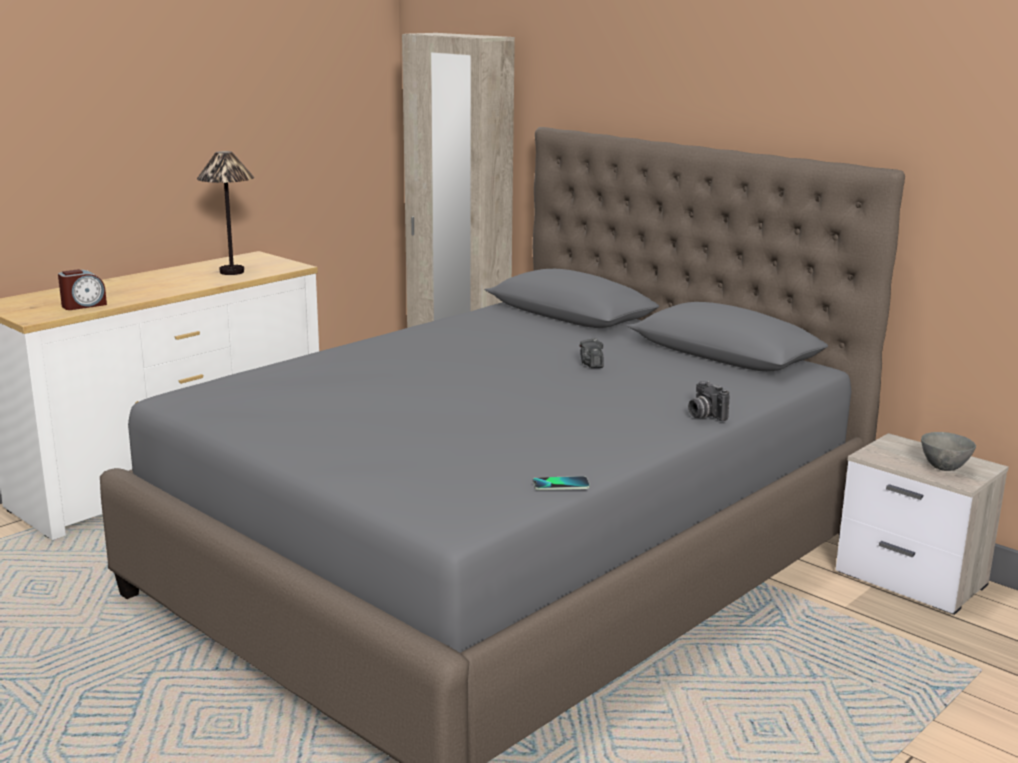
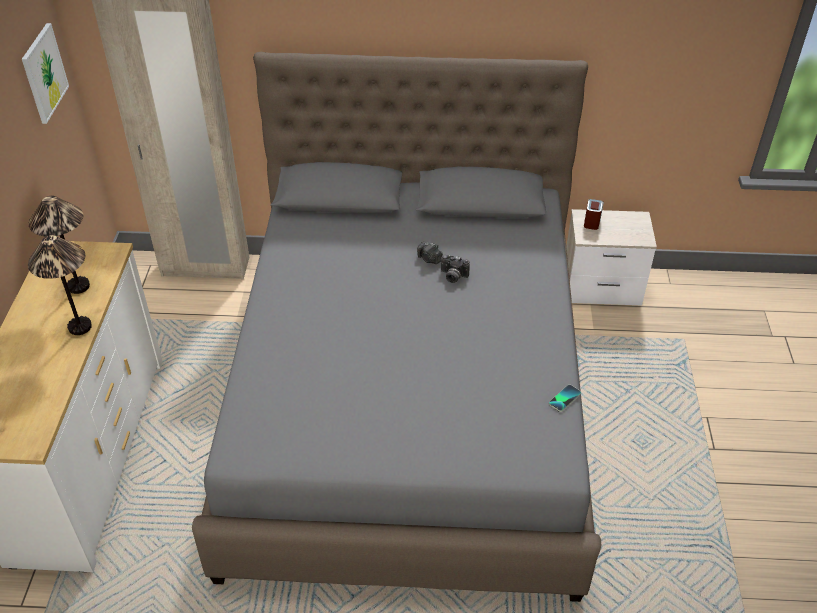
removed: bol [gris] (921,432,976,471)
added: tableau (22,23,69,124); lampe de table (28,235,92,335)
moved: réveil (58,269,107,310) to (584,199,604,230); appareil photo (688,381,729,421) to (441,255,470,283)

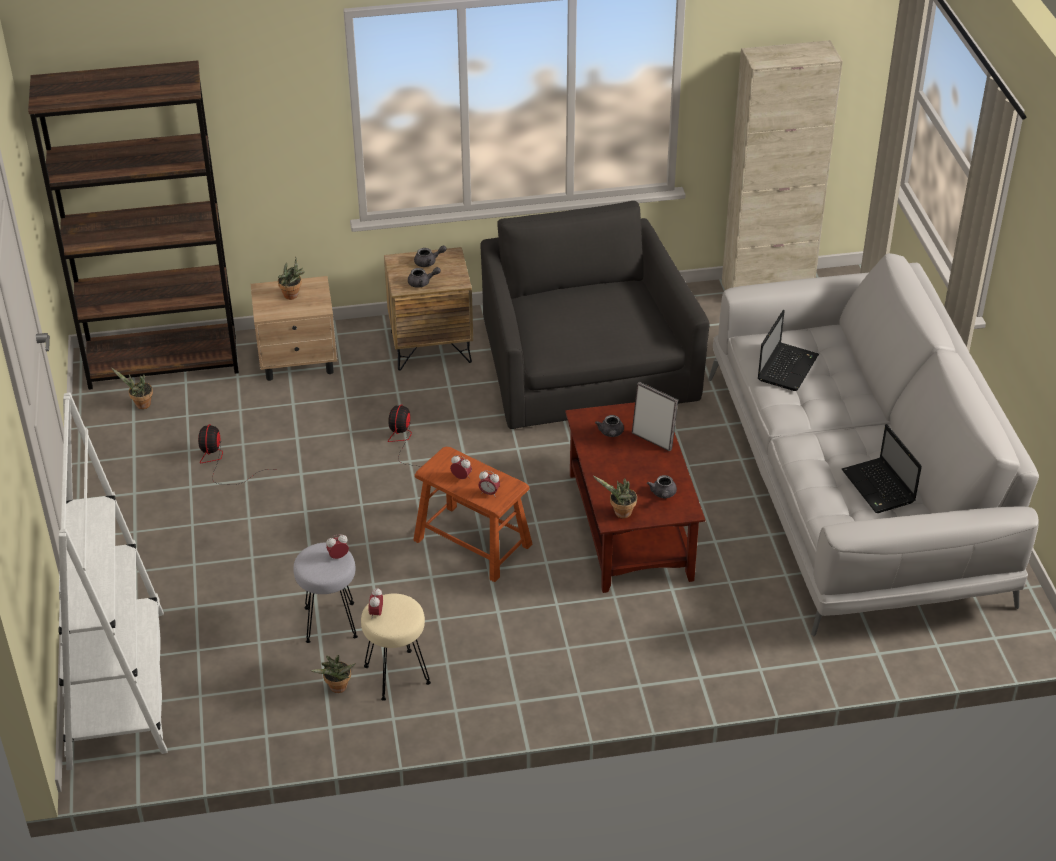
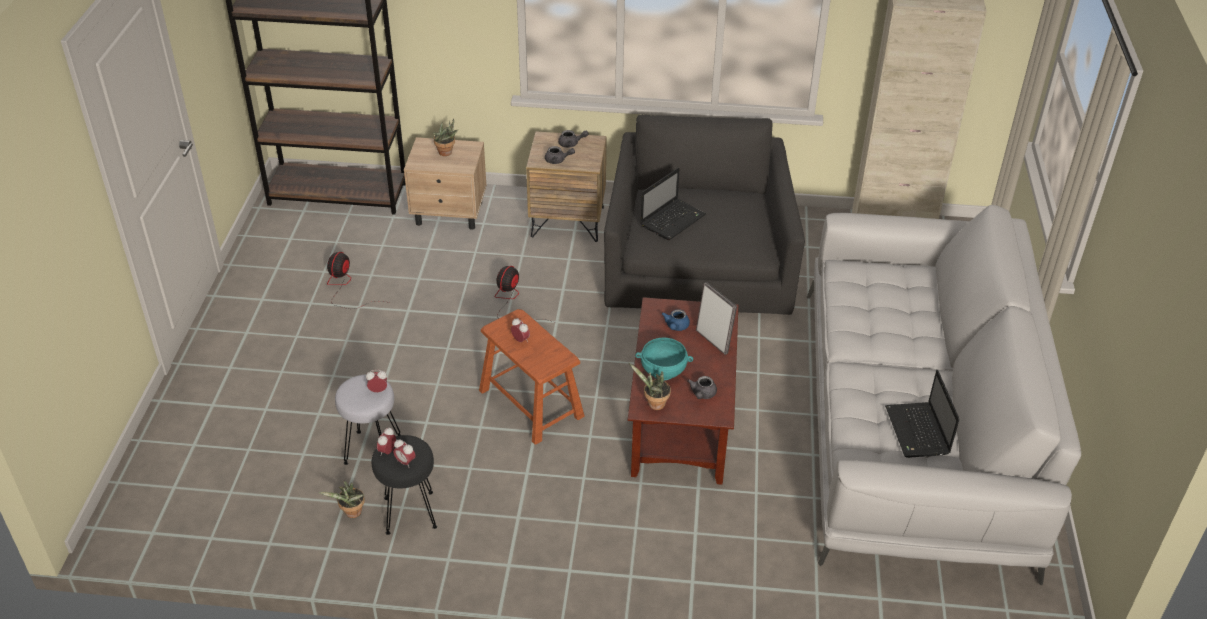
removed: plante en pot (111,368,153,409); bibliothèque [blanc] (59,392,168,770)
added: bol [turquoise] (635,338,693,380)
moved: ordinateur portable (758,309,819,391) to (640,168,706,240); réveil (479,470,500,497) to (393,439,415,468)
recoloured: théière [gris] (595,415,624,437) to théière [bleu] (662,309,690,331); tabouret [beige] (361,594,431,701) to tabouret [noir] (372,435,437,535)

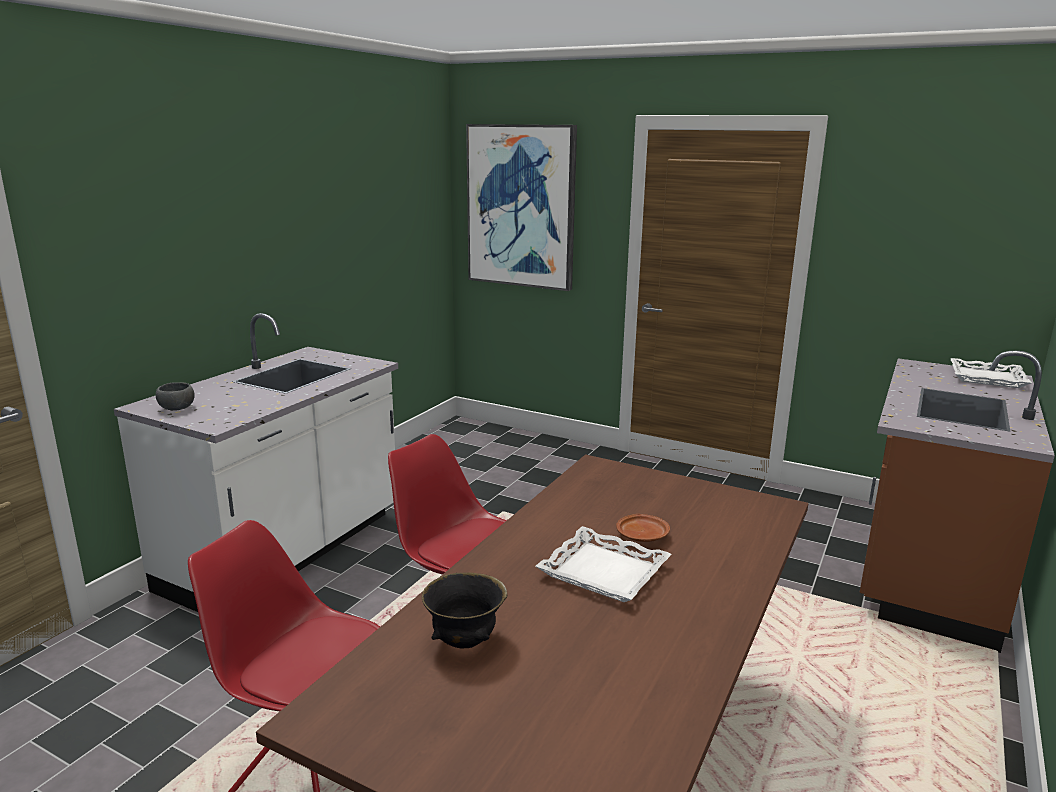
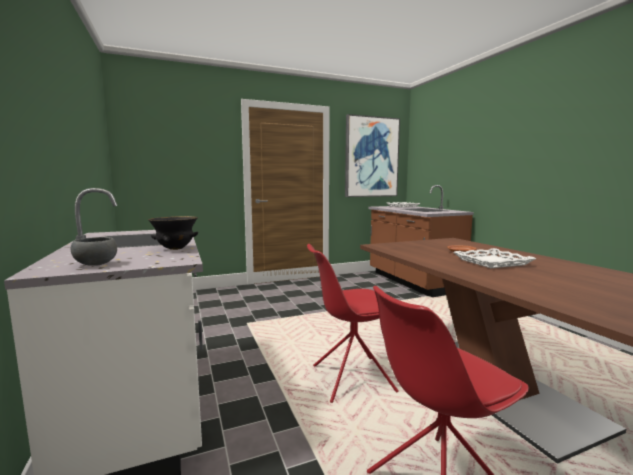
moved: tableau (466,124,577,291) to (345,114,400,197); bol [noir] (422,573,508,648) to (148,216,198,250)

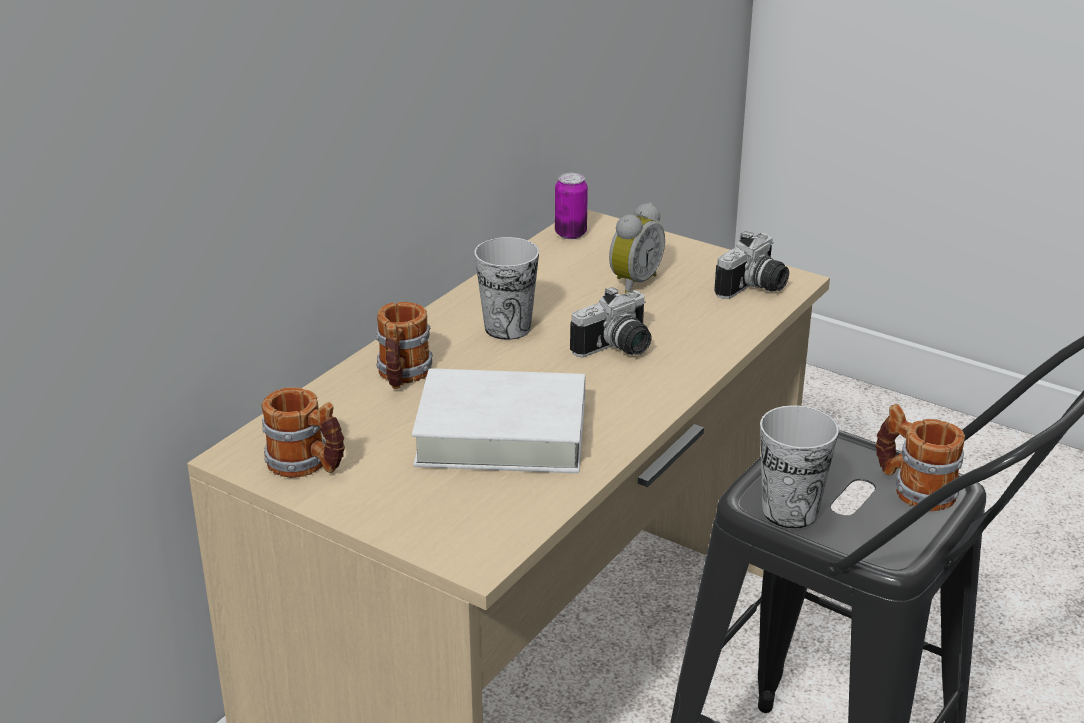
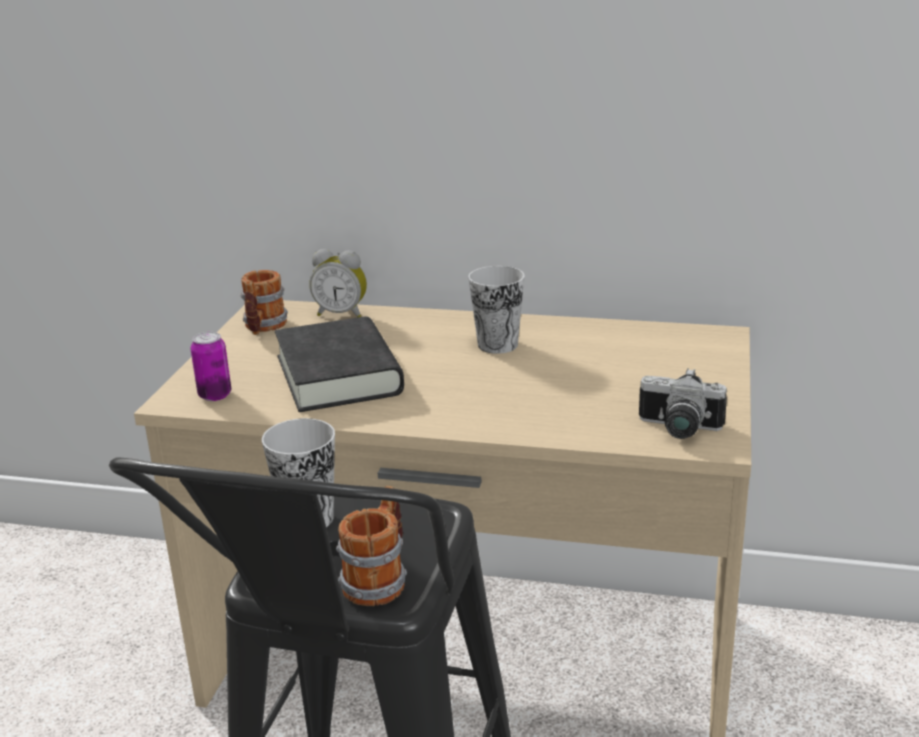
removed: appareil photo (570,287,651,357); mug (376,302,433,389)
moved: boîte métallique (555,173,588,239) to (190,332,231,401); réveil (609,203,665,293) to (309,249,367,318)
recoloured: livre [blanc] (412,368,585,473) to livre [noir] (275,317,404,412)

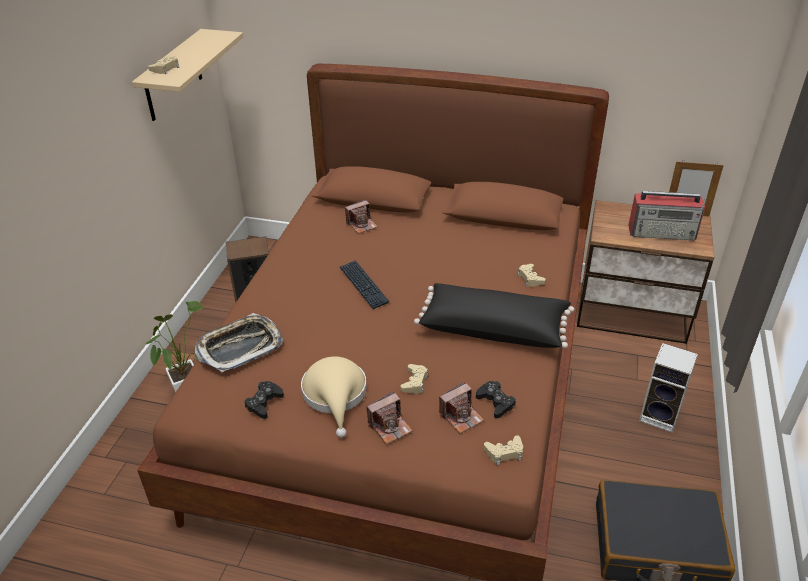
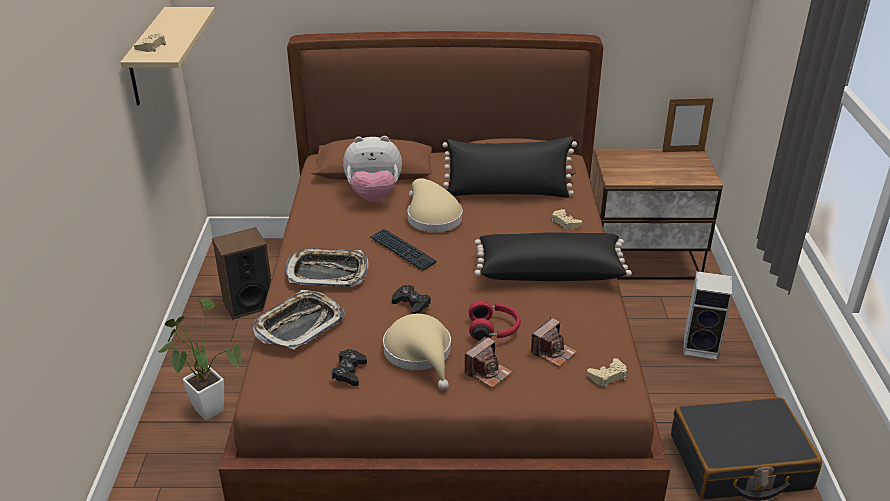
removed: radio (629,191,705,240)
added: coussin [noir] (442,137,577,198); chapeau [beige] (407,178,463,232); plateau (285,248,369,287)
moved: manette [noir] (476,381,516,418) to (392,285,431,314)
replaced: appareil photo (345,200,378,234) to peluche (343,136,402,202); manette [beige] (401,364,428,394) to casque audio [rouge] (468,301,521,341)

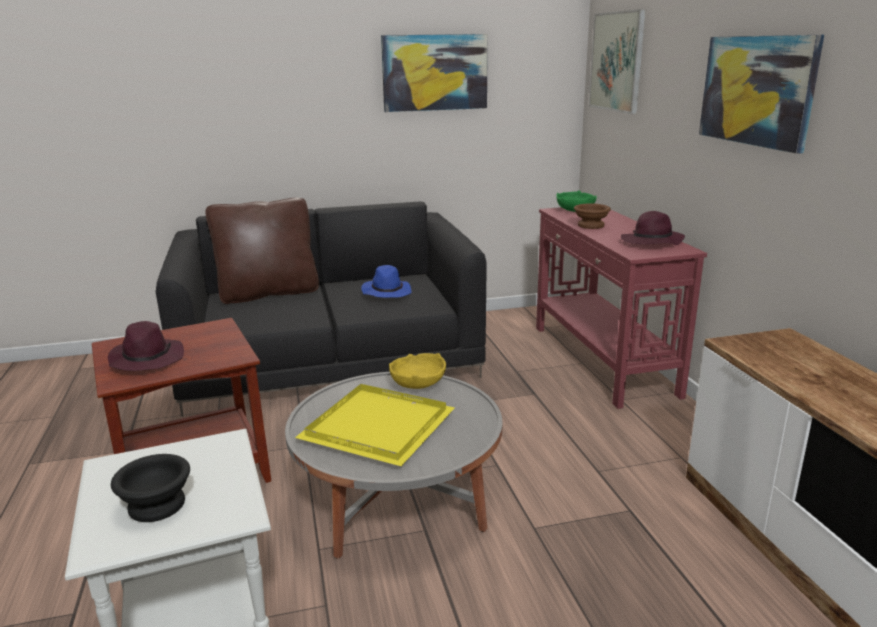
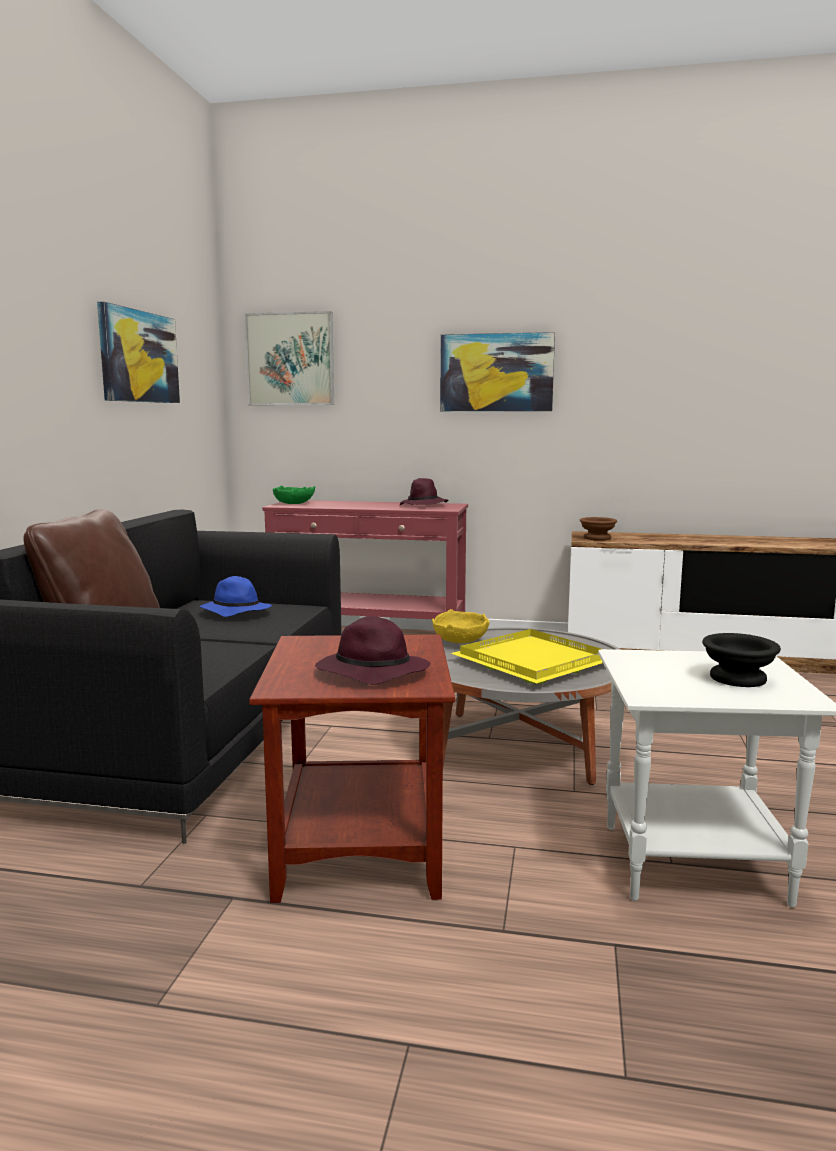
moved: bol [marron] (574,203,611,229) to (580,517,617,540)

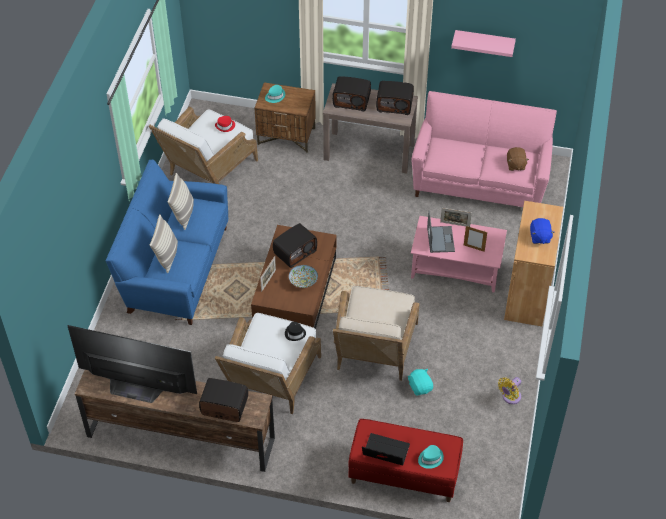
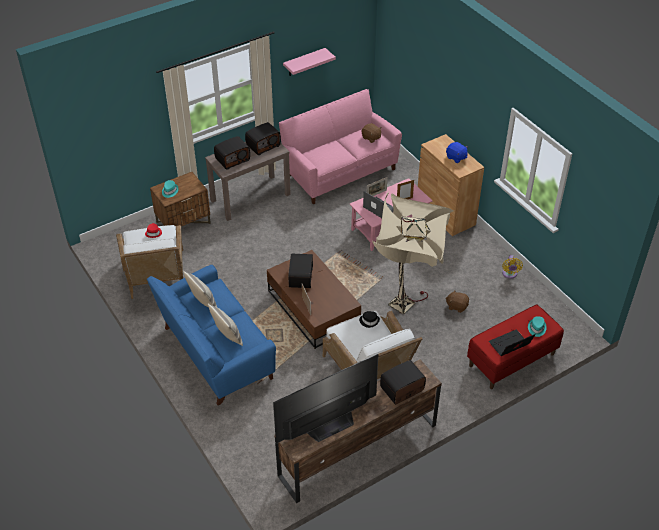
removed: bol (289,265,318,288)
replaced: fauteuil [beige] (333,286,420,381) to lampadaire [beige] (372,190,454,314)
recoloured: peluche [turquoise] (407,369,433,396) to peluche [marron] (445,291,469,313)

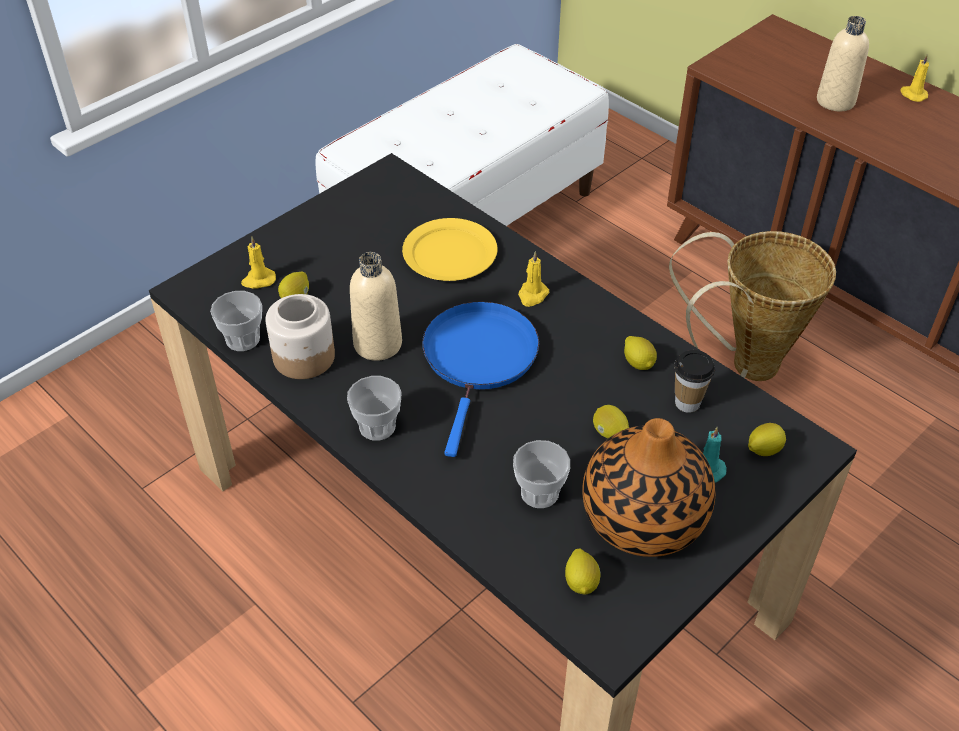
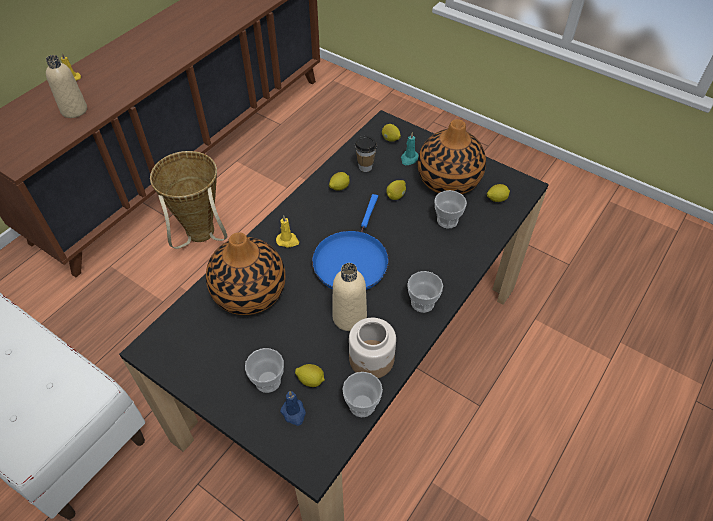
added: tasse (245,348,284,393)
replaced: assiette [jaune] (402,218,497,281) to vase (206,233,286,315)
recoloured: bougie [jaune] (241,237,276,289) to bougie [bleu] (280,391,306,426)
turned: poêle [bleu] (422,301,539,457) = (312,194,389,290) 75 degrees counterclockwise

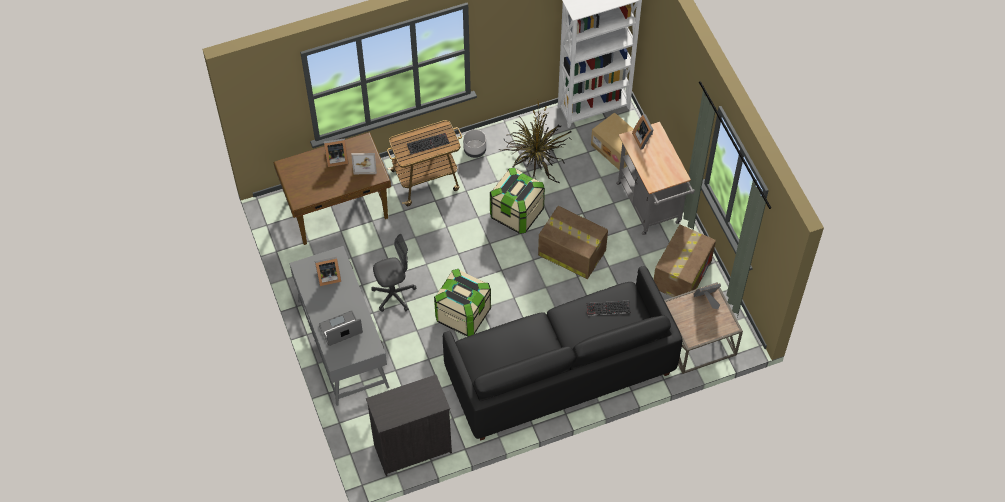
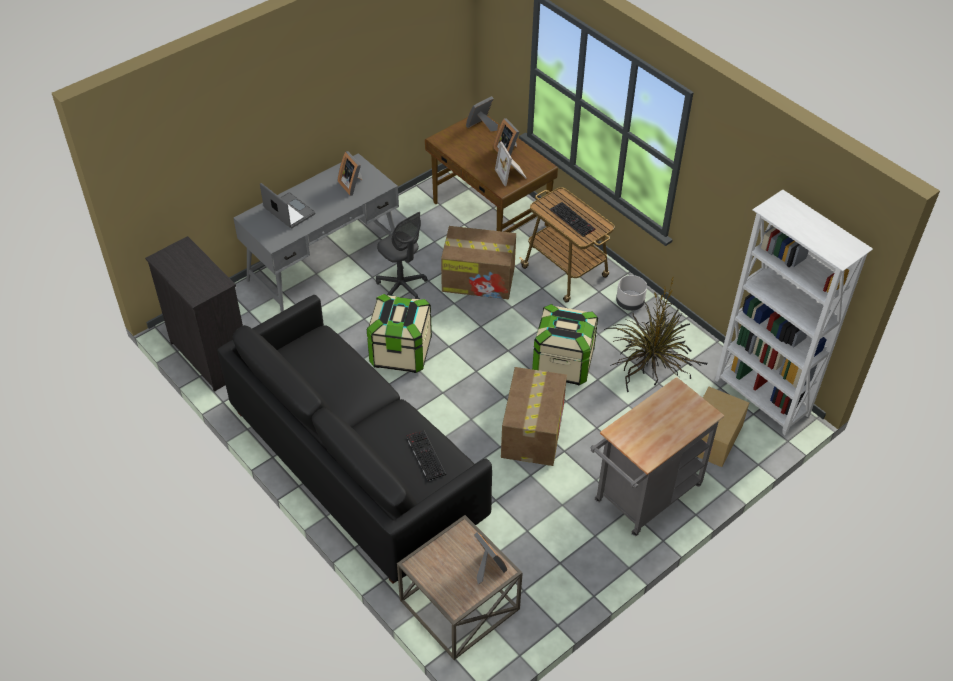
moved: cadre photo (632,114,654,150) to (466,96,498,131); carton (653,225,716,297) to (441,226,516,299)

